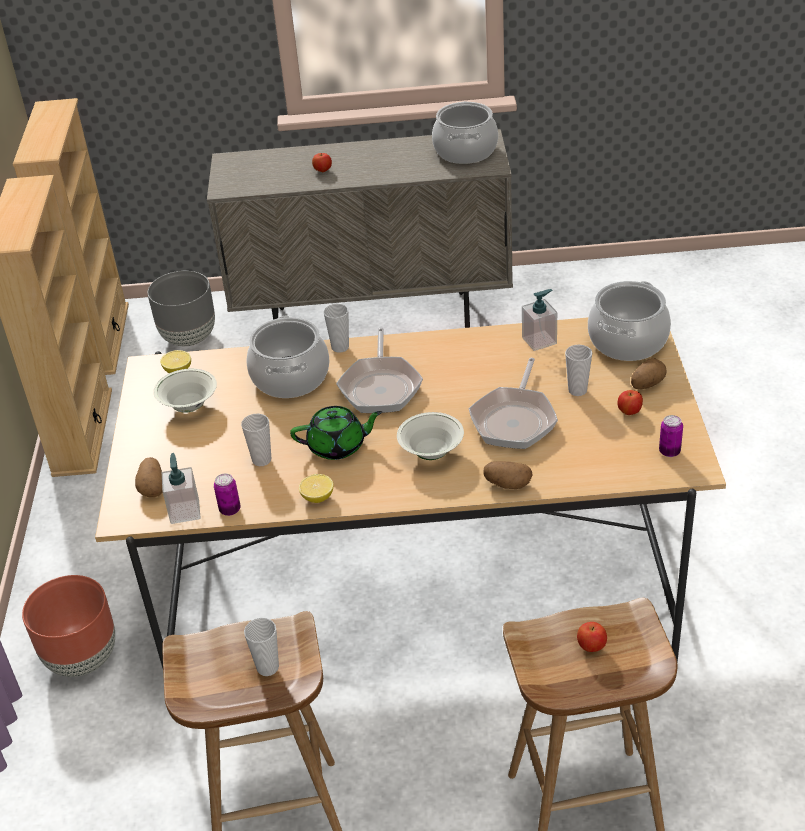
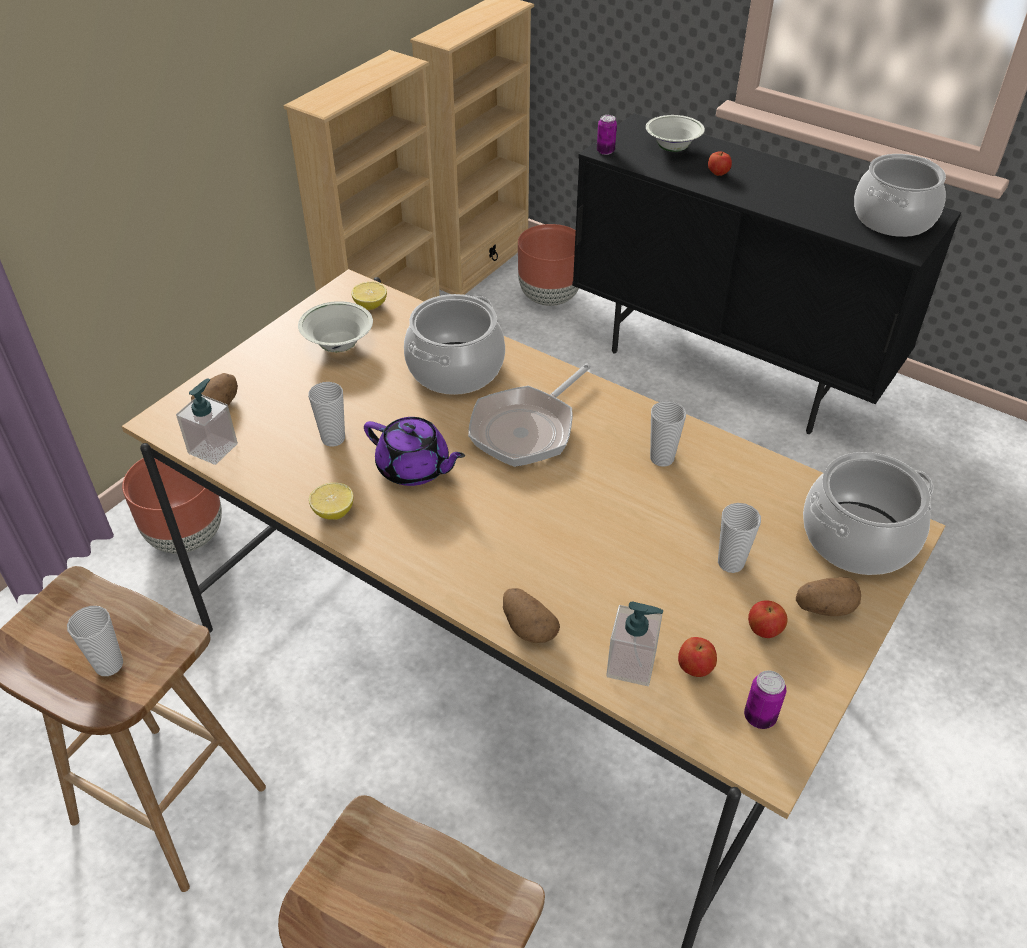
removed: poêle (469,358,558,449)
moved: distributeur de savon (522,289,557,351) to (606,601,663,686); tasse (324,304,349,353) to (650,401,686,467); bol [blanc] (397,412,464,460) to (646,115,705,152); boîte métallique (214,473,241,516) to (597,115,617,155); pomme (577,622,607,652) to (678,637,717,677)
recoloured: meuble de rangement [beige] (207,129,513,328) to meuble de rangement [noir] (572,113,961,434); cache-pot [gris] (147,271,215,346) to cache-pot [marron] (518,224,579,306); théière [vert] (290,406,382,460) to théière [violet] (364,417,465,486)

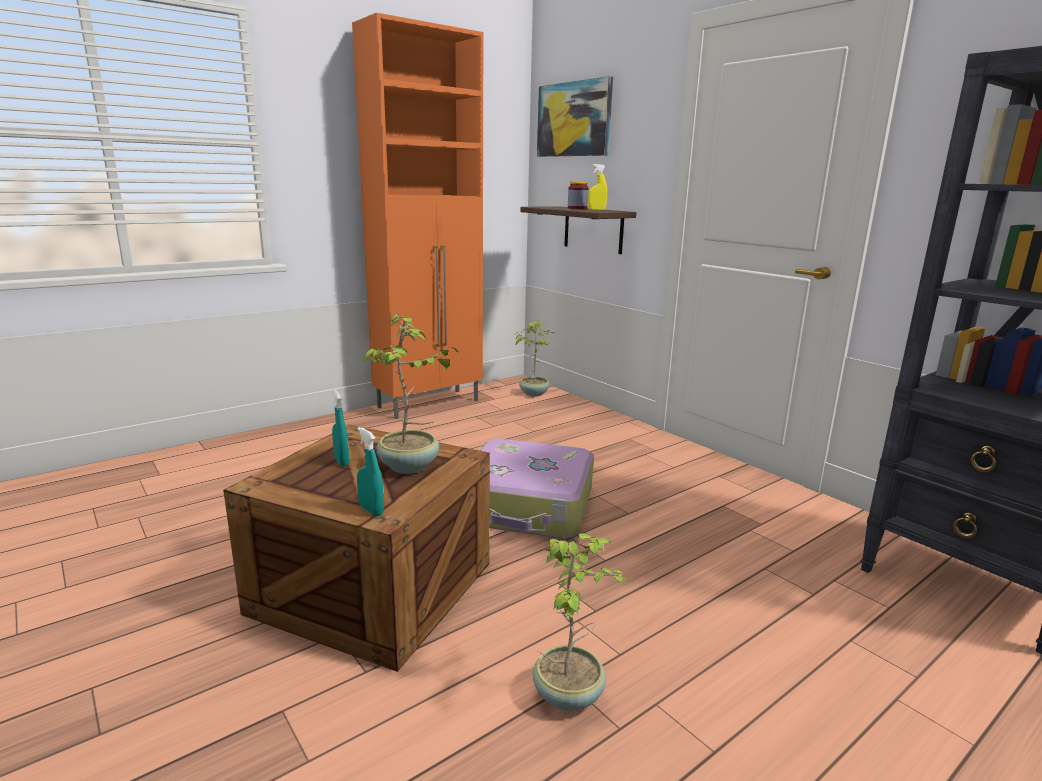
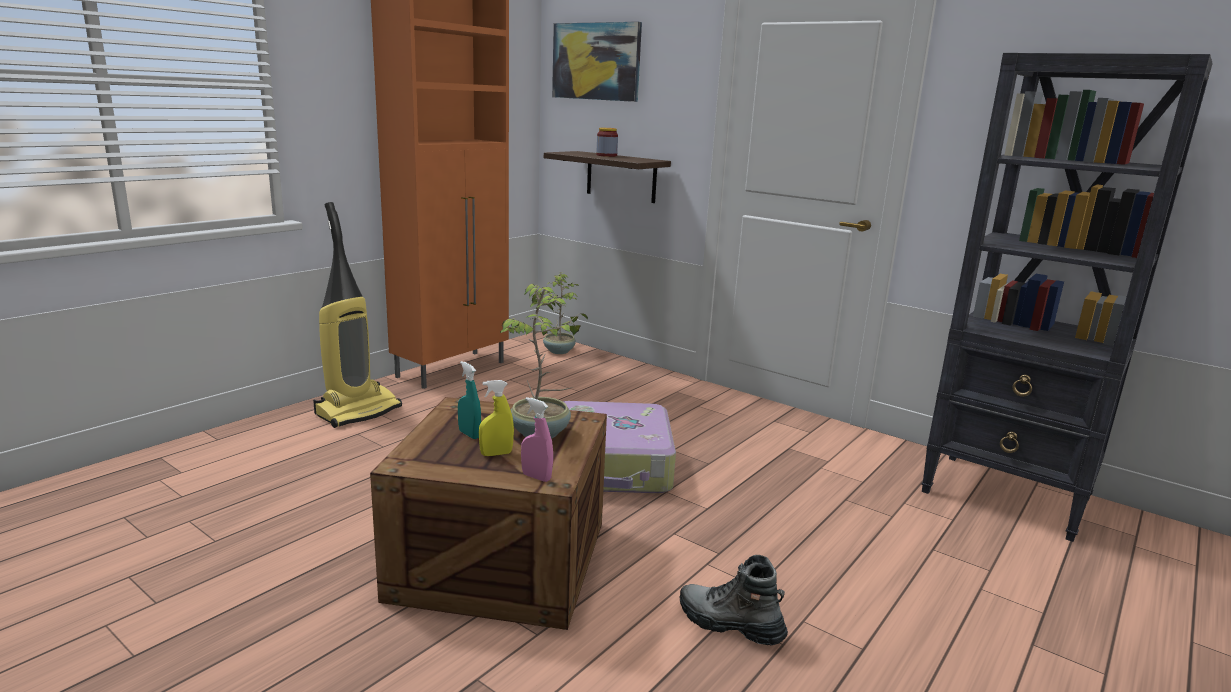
added: aspirateur (313,202,402,428)
moved: vaporisateur [jaune] (588,164,607,210) to (479,380,514,456)
replaced: plante en pot (533,533,628,711) to botte (679,555,788,645)
recoloured: vaporisateur [turquoise] (357,427,384,516) to vaporisateur [rose] (521,397,553,482)

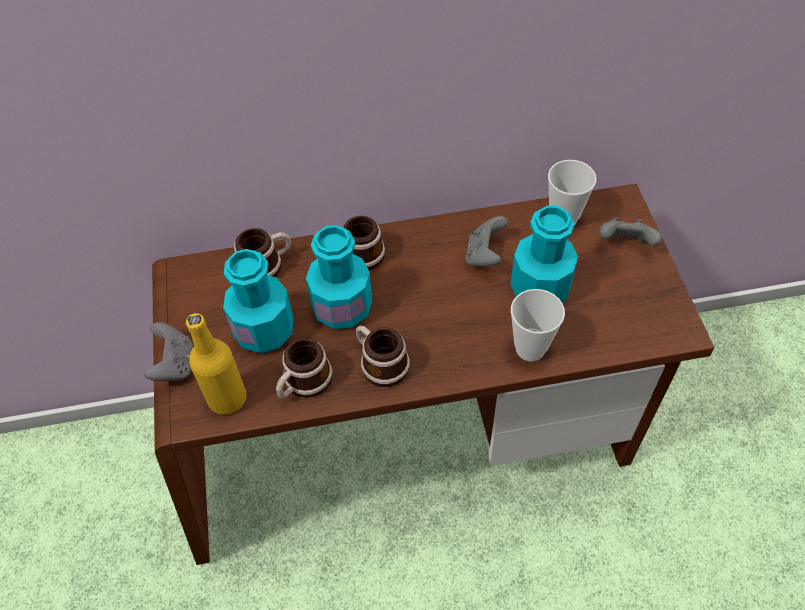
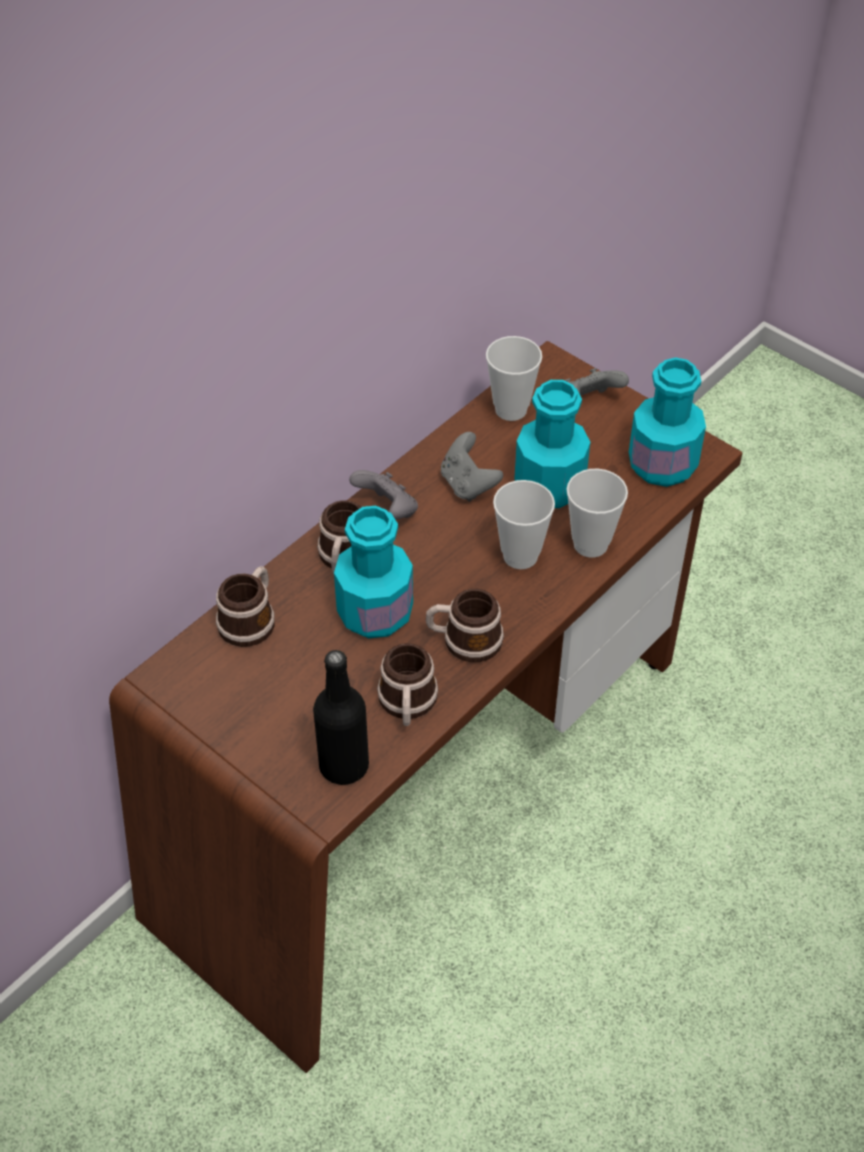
added: tasse (493,480,555,569)
moved: bouteille [turquoise] (223,249,294,353) to (629,357,706,487); manette [gris] (143,322,193,381) to (349,470,418,519)
recoloured: bouteille [jaune] (186,313,247,415) to bouteille [noir] (313,650,369,785)

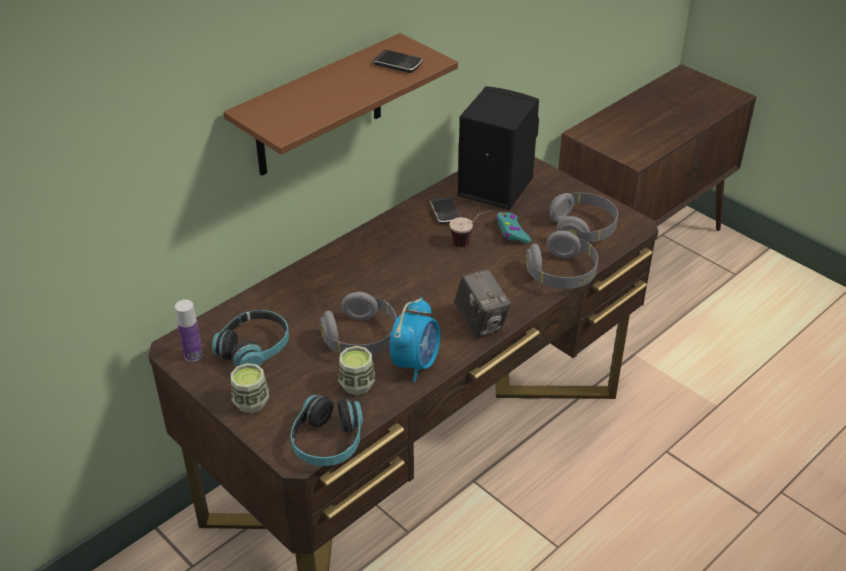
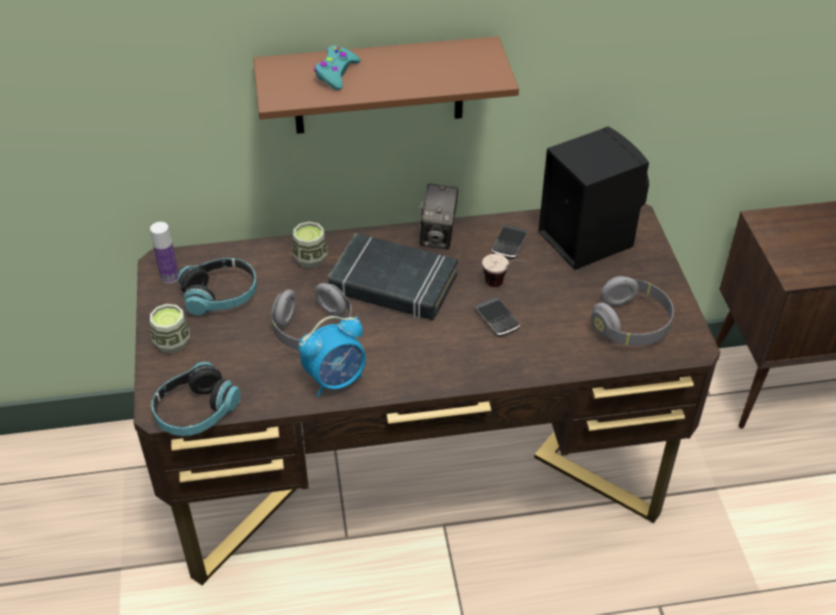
removed: casque audio [gris] (526,231,598,289)
added: livre [noir] (328,233,458,320)
moved: téléphone (372,50,423,73) to (474,297,520,337); manette [turquoise] (496,212,531,243) to (314,45,360,90); appareil photo (454,269,511,338) to (420,183,458,249); tasse (338,346,375,395) to (293,222,328,268)

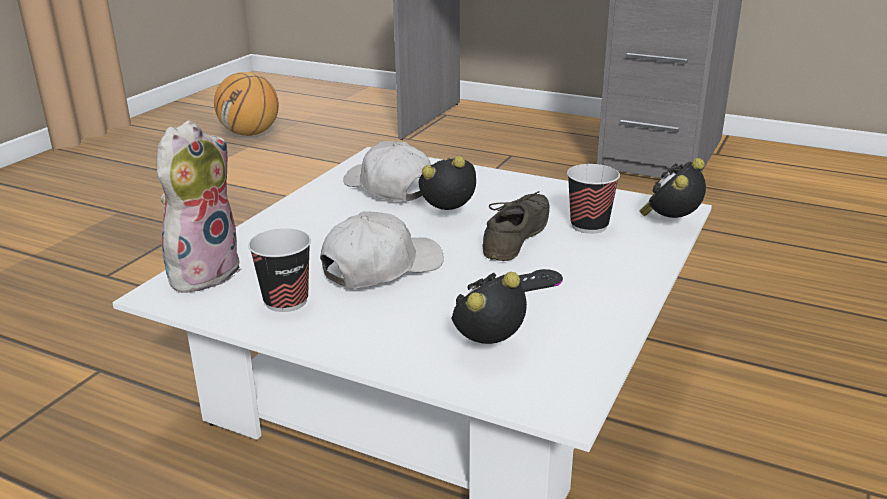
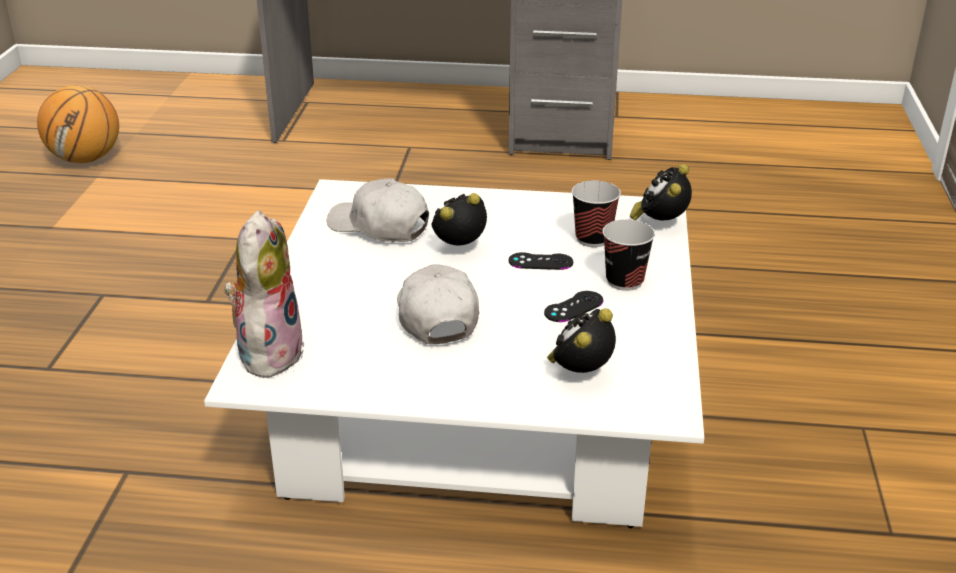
moved: tasse (248,228,311,312) to (603,219,655,291)
replaced: chaussure [gris] (483,191,550,261) to manette [noir] (508,252,573,270)
turned: casquette [blanc] (320,211,444,288) = (397,264,480,344) 45 degrees counterclockwise

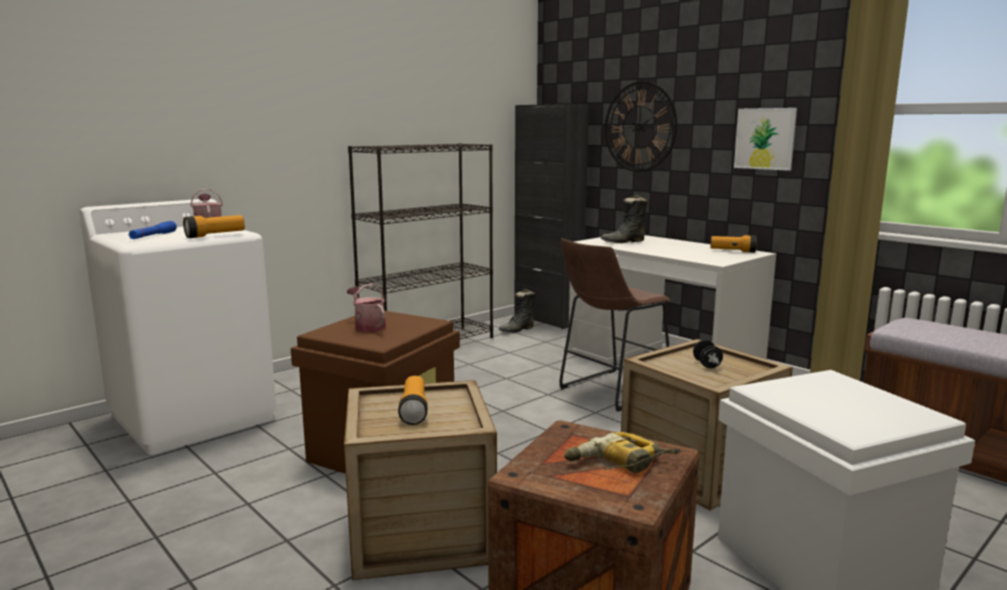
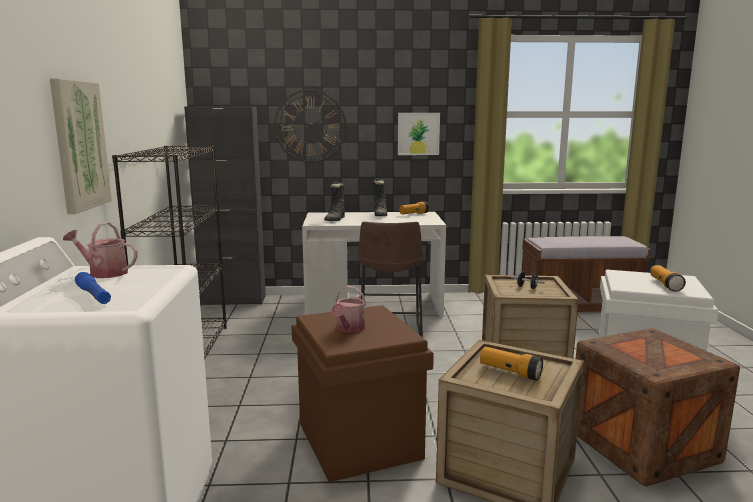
removed: perceuse (564,432,678,473)
added: tableau (50,79,112,214)
moved: lampe de poche (183,215,245,238) to (650,265,686,292); botte [noir] (499,289,535,333) to (373,178,387,216)
turned: arrosoir (347,284,386,332) = (331,286,366,333) 75 degrees counterclockwise

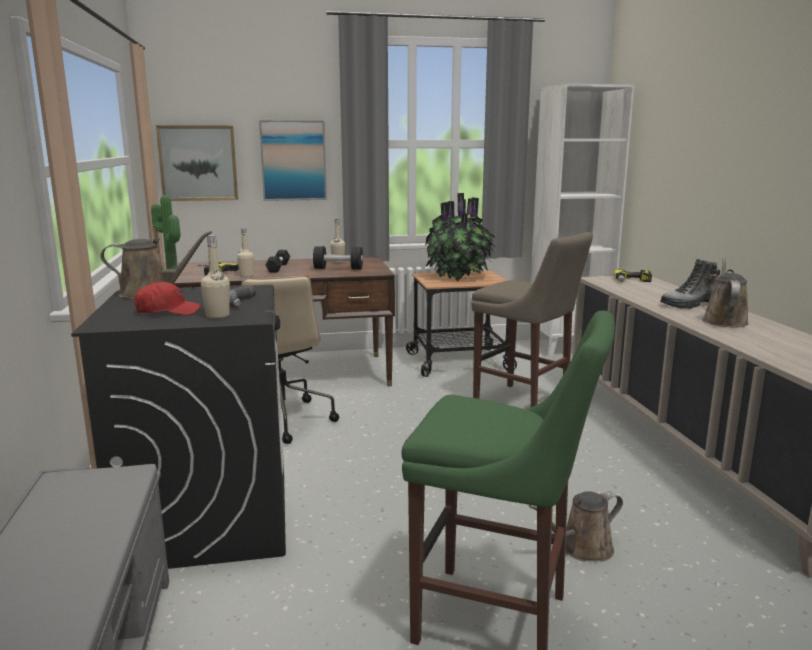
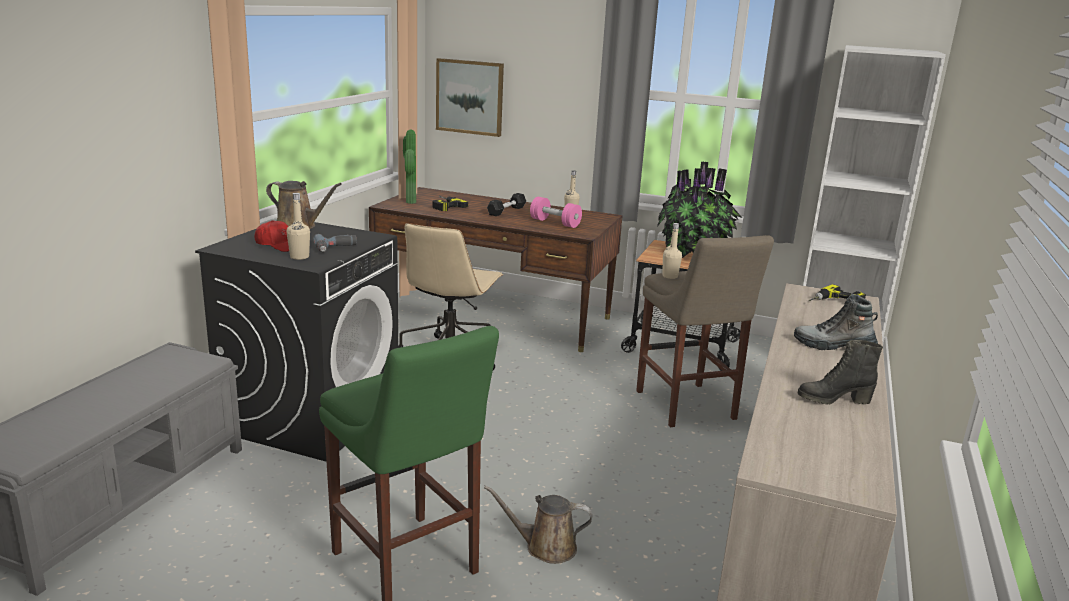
removed: tableau (259,120,327,201); arrosoir [marron] (702,258,749,327)
added: botte [noir] (798,340,883,405)
moved: bouteille [beige] (237,228,254,277) to (662,223,682,279)
recoloured: haltère [noir] (313,246,363,269) to haltère [rose] (530,197,582,228)

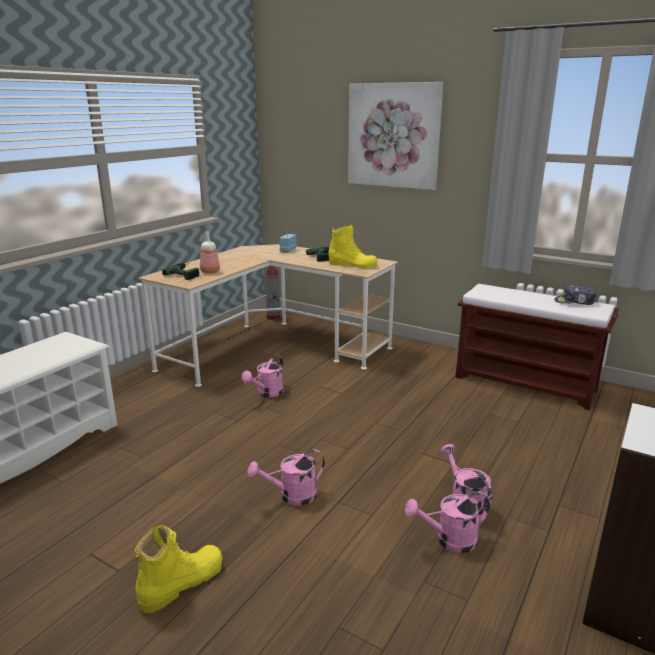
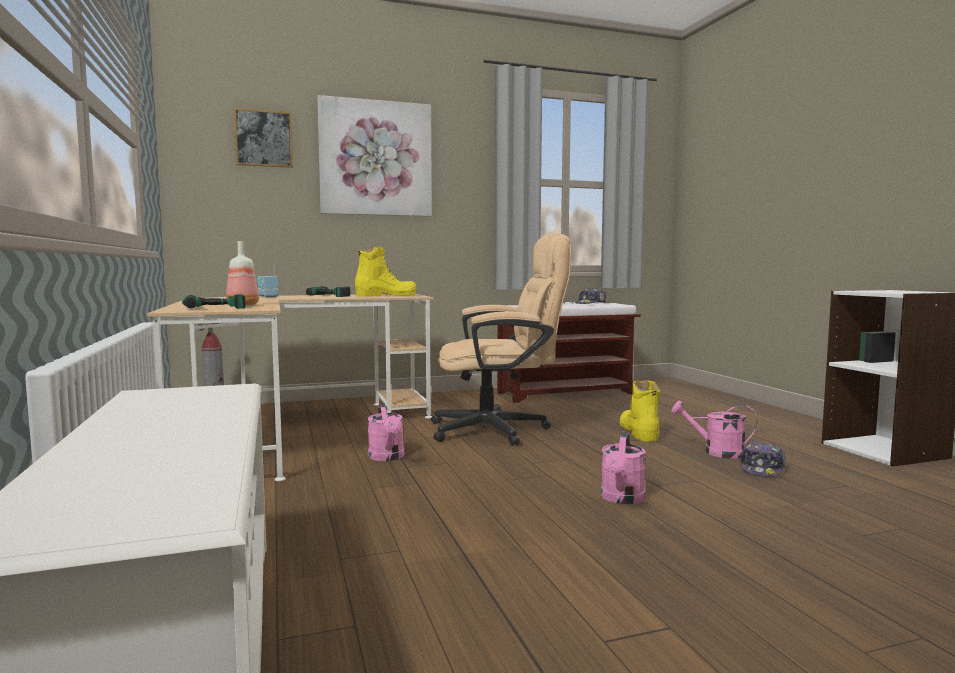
added: tableau (234,108,293,168); chaise de bureau [beige] (431,233,571,446)
moved: botte [jaune] (135,525,223,613) to (620,381,660,442)
replaced: arrosoir [rose] (405,492,490,553) to casquette (740,441,785,477)

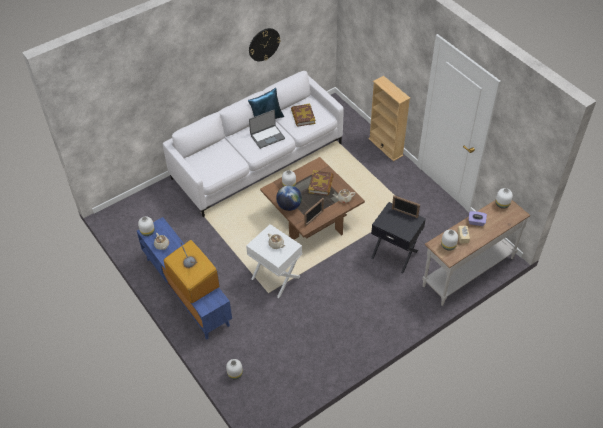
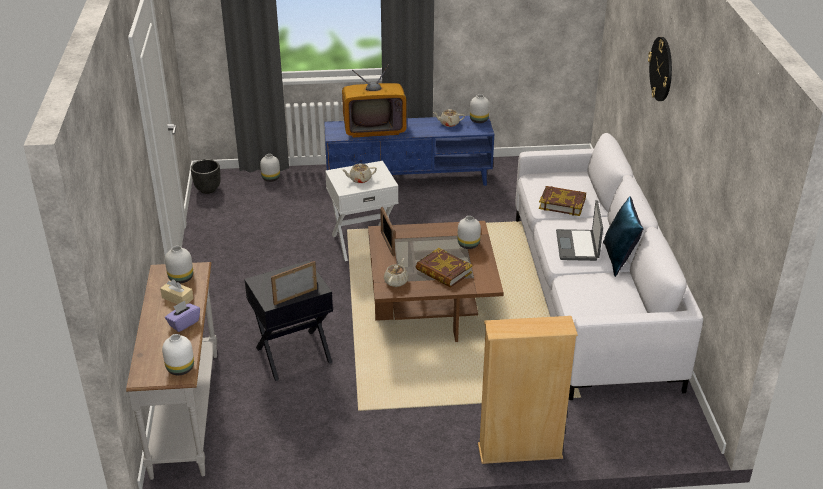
removed: globe (276,185,302,211)
added: cache-pot [noir] (191,159,221,194)
moved: horloge murale (249,28,281,61) to (648,37,672,101); livre (291,103,316,127) to (539,186,586,216)

